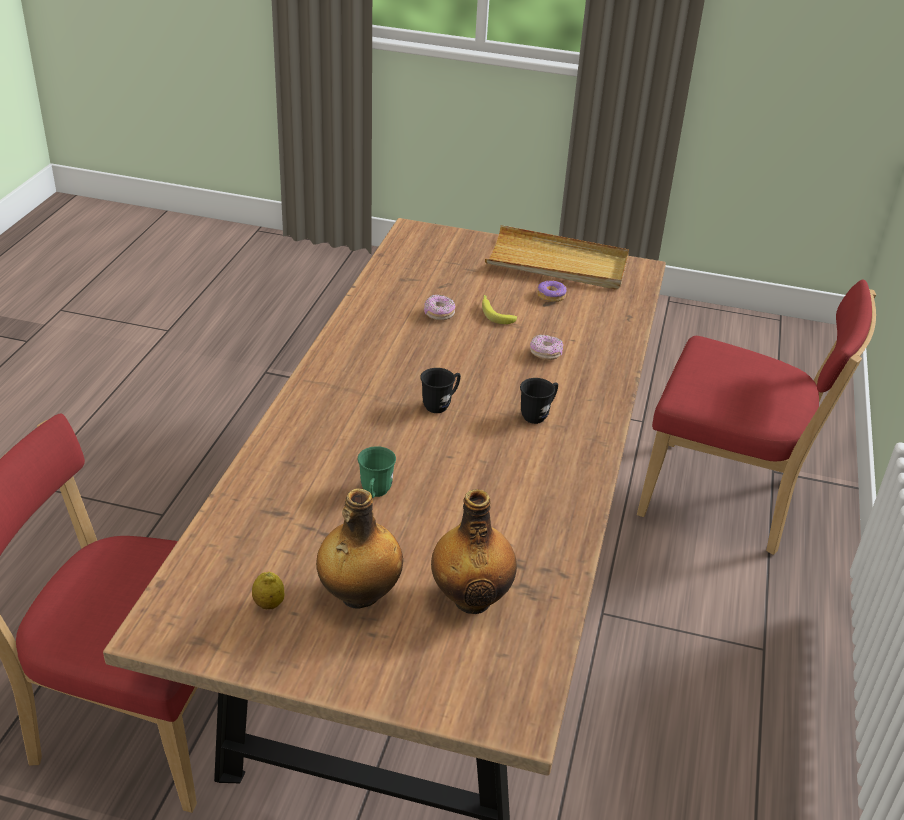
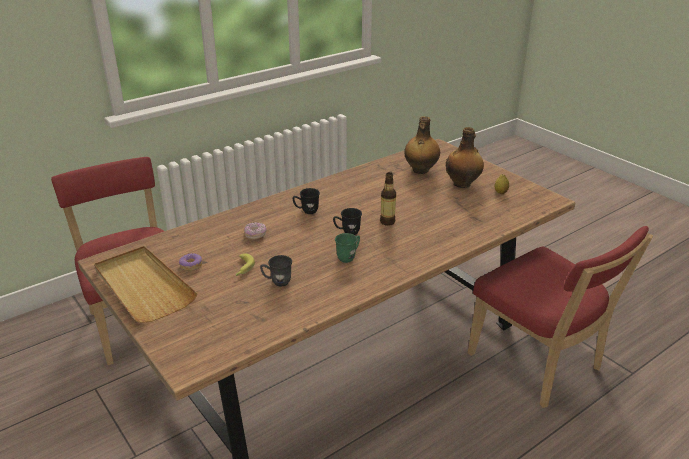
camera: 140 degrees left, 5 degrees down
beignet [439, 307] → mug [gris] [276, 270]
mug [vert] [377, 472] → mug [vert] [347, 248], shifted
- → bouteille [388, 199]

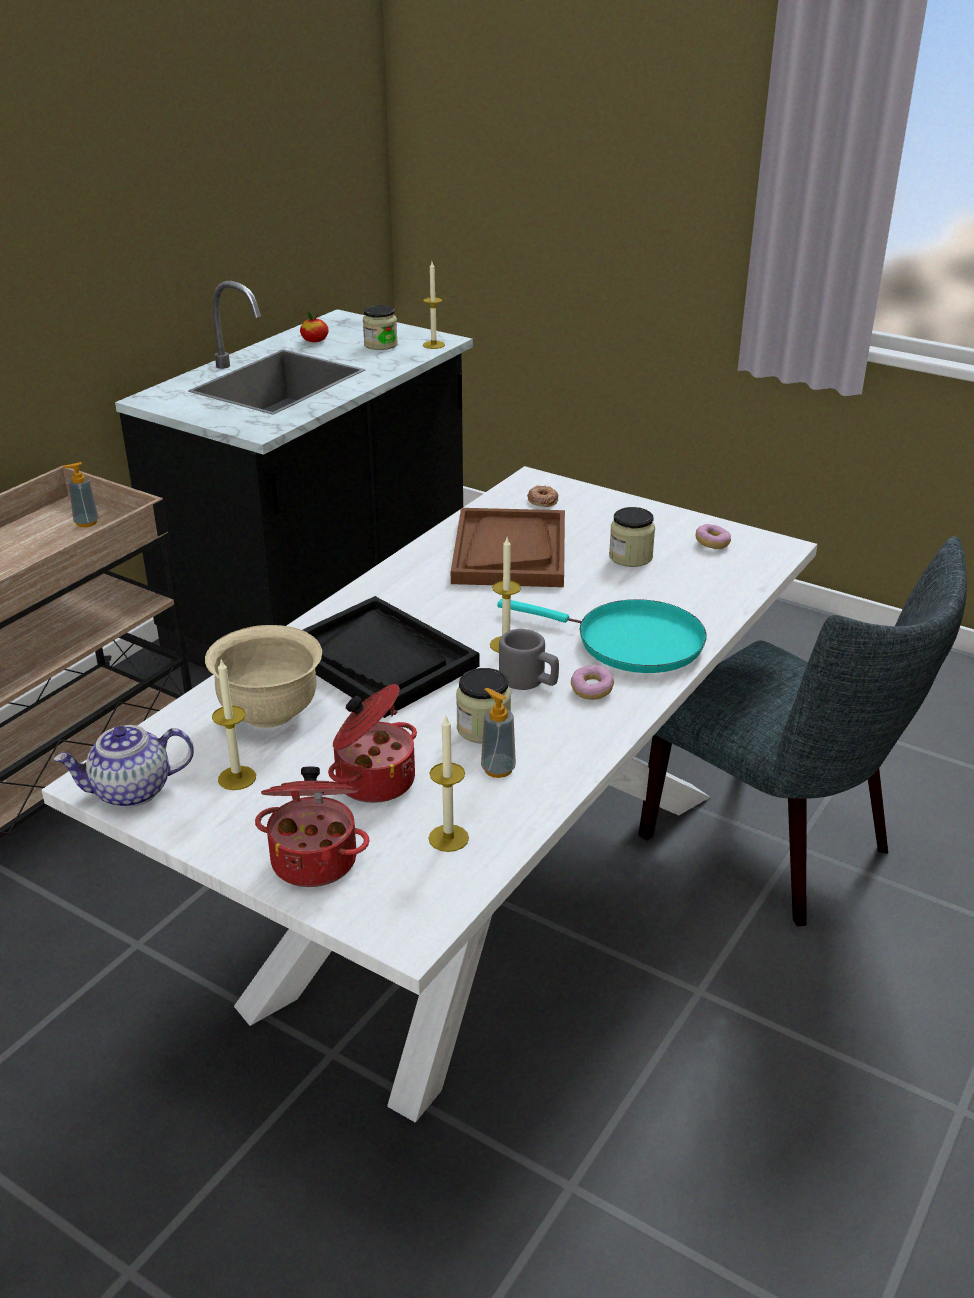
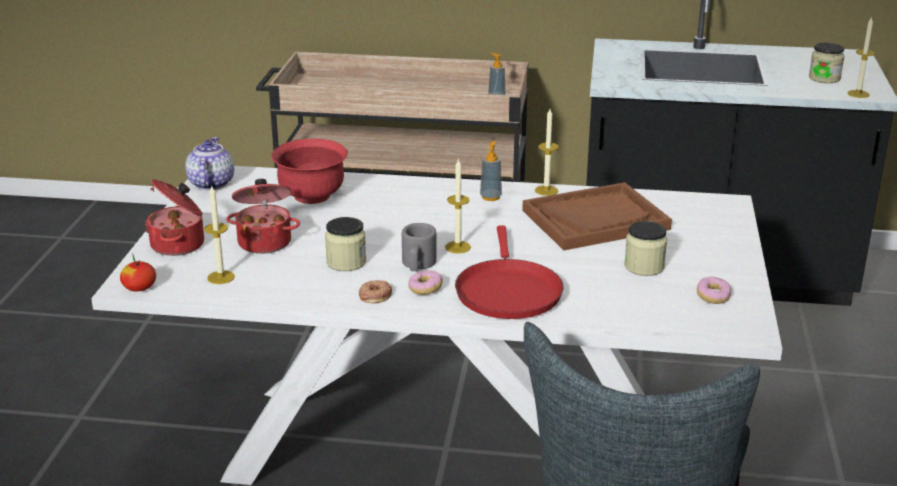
camera: 65 degrees right, 5 degrees down
pomme [314, 327] → pomme [138, 273], shifted
théière [124, 766] → théière [209, 163], 45 degrees clockwise
bol [beige] [263, 676] → bol [rouge] [309, 171]
beignet [542, 496] → beignet [375, 291], shifted
poêle [turquoise] [602, 636] → poêle [rouge] [509, 272]
distributeur de savon [498, 733] → distributeur de savon [491, 171], shifted
bougie [234, 725] → bougie [547, 152], shifted
plateau [noir] [391, 657] → -

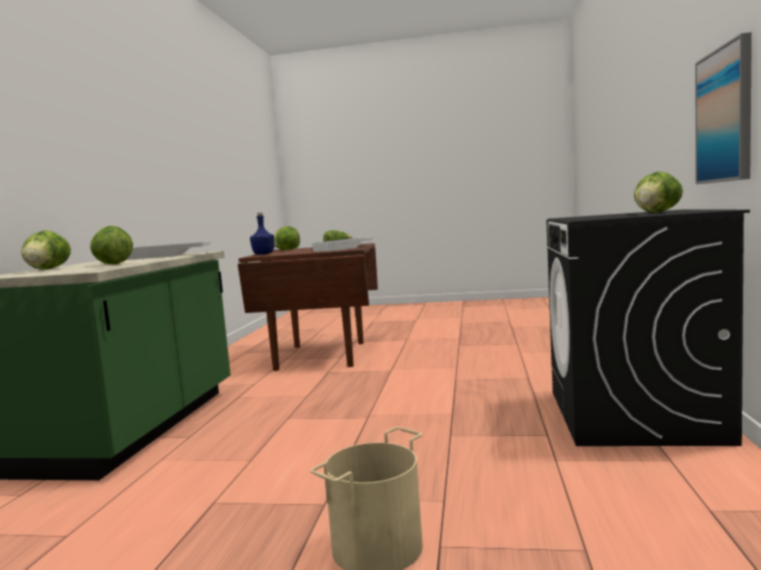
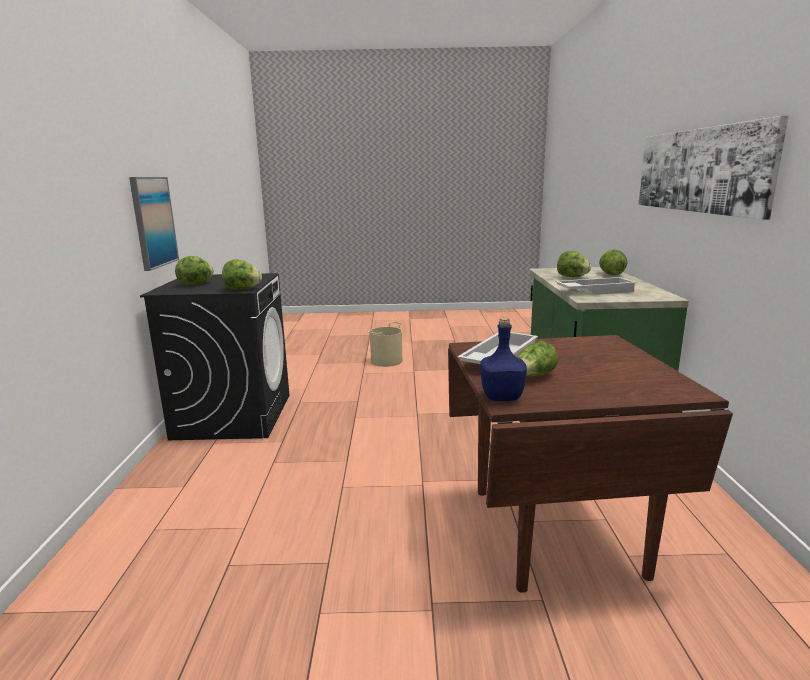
camera: 170 degrees right, 10 degrees up
laitue [287, 238] → laitue [242, 274], shifted
bouteille [bleu] [262, 234] → bouteille [bleu] [503, 359], shifted
- → tableau [713, 168]

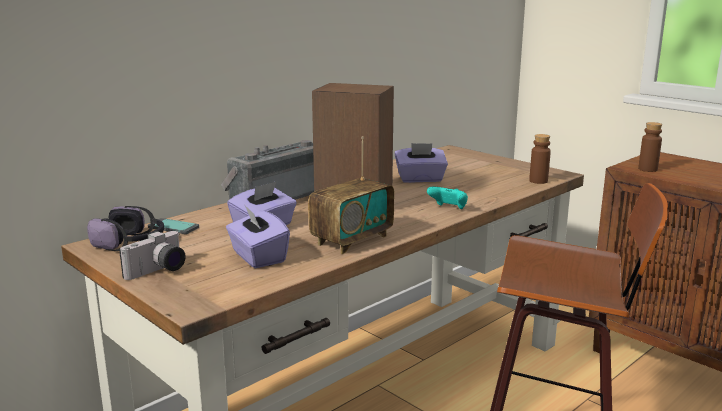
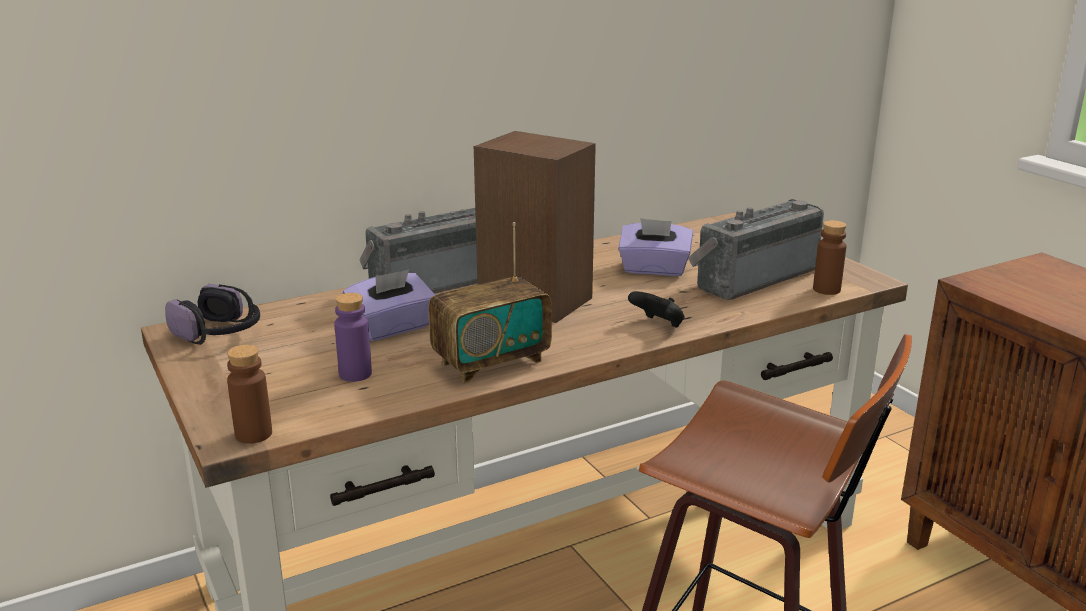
camera: 15 degrees right, 5 degrees up
bouteille [marron] [650, 147] → bouteille [marron] [249, 394], shifted
boîte à mouchoirs [violet] [258, 236] → bouteille [violet] [353, 337]
manette [turquoise] [447, 198] → manette [noir] [656, 309]
- → radio [756, 249]
appareil photo [153, 255] → -
téléphone [173, 226] → -

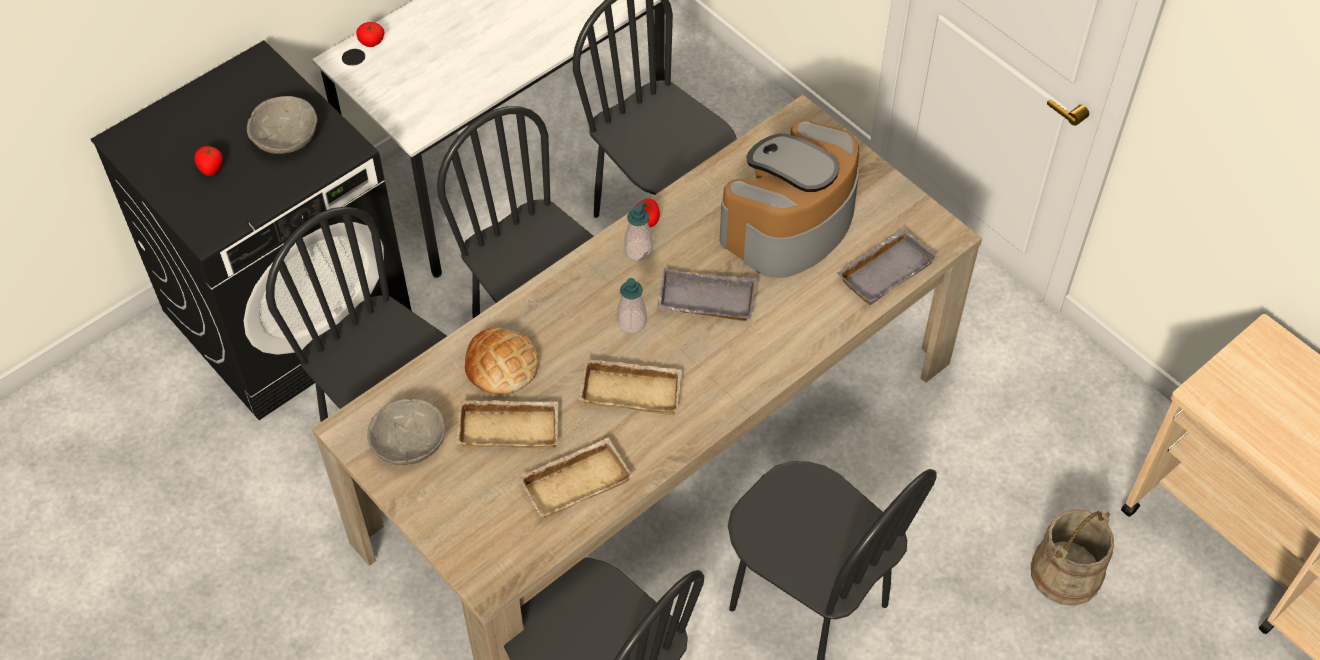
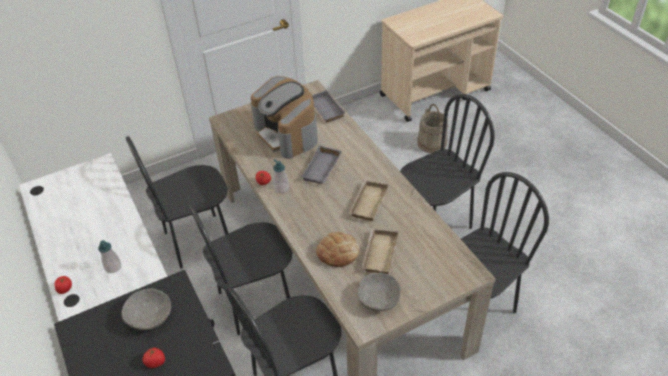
camera: 75 degrees left, 10 degrees down
distributeur de savon [632, 305] → distributeur de savon [109, 256], shifted
plateau [beige] [575, 477] → -

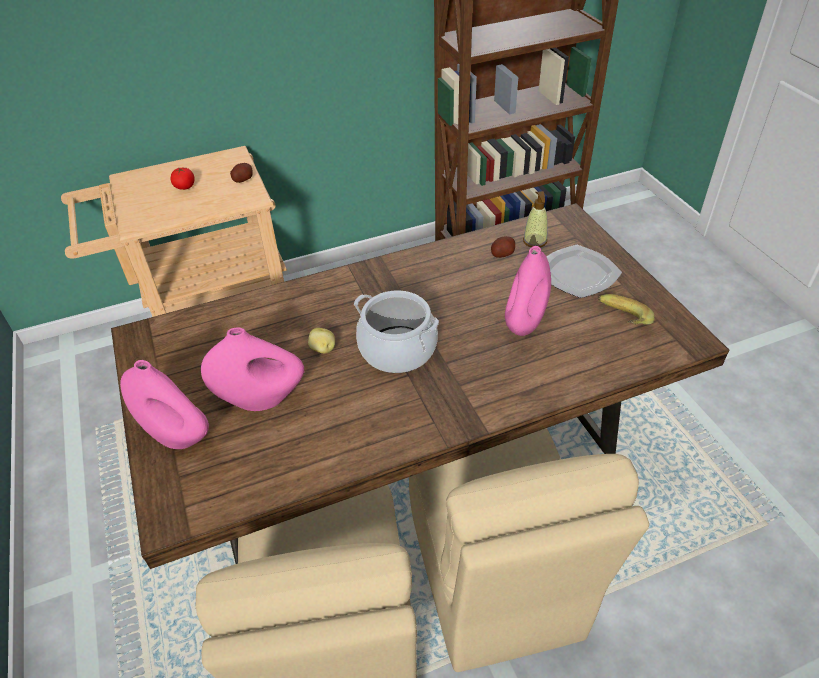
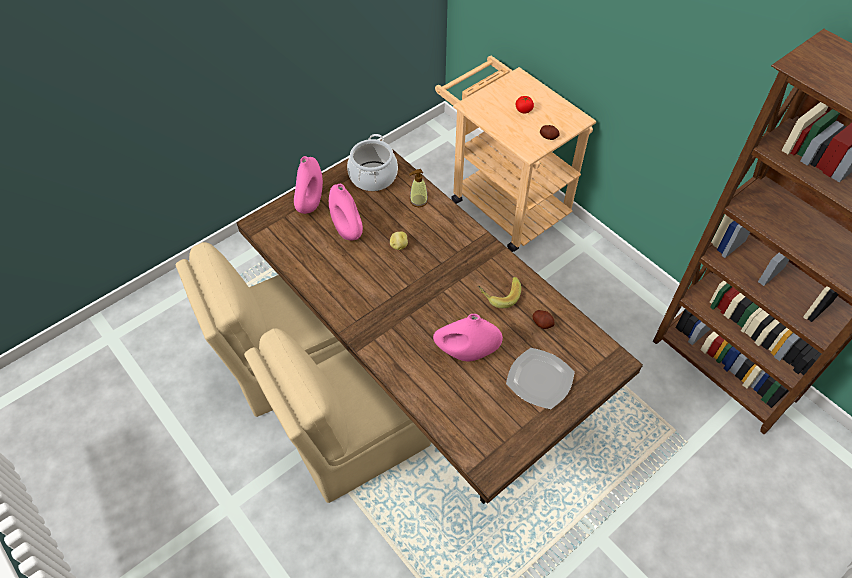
camera: 70 degrees right, 10 degrees up
marmite [396, 332] → marmite [372, 162], shifted
distributeur de savon [535, 219] → distributeur de savon [418, 188], shifted
banane [626, 309] → banane [499, 292], shifted

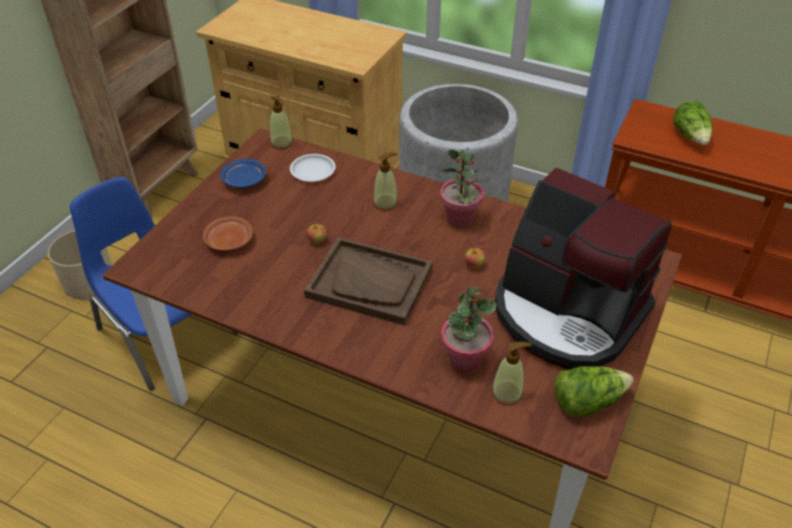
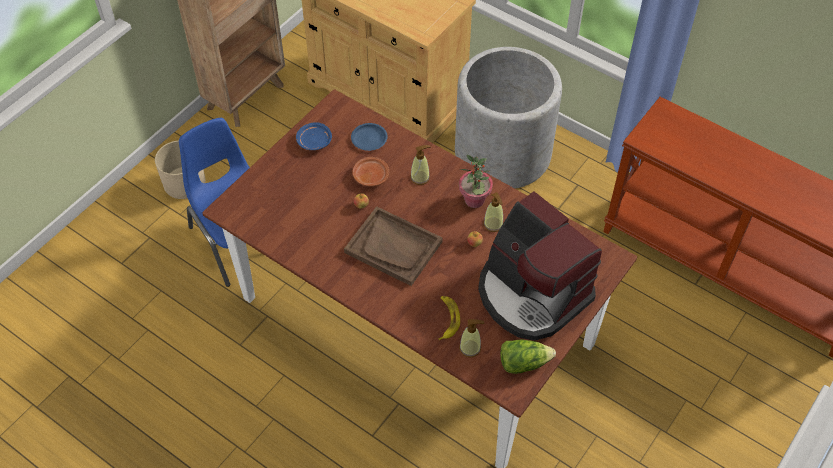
camera: 10 degrees right, 10 degrees up
assiette [blanc] [313, 168] → assiette [bleu] [369, 137]
assiette [marron] [228, 233] → assiette [marron] [370, 171], shifted
plante en pot [469, 328] → banane [449, 318]
distributeur de savon [281, 122] → distributeur de savon [493, 212], shifted
laitue [693, 123] → -

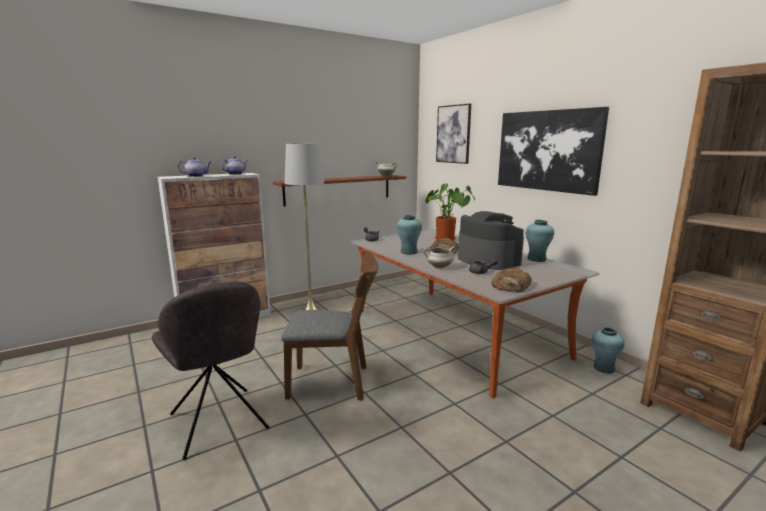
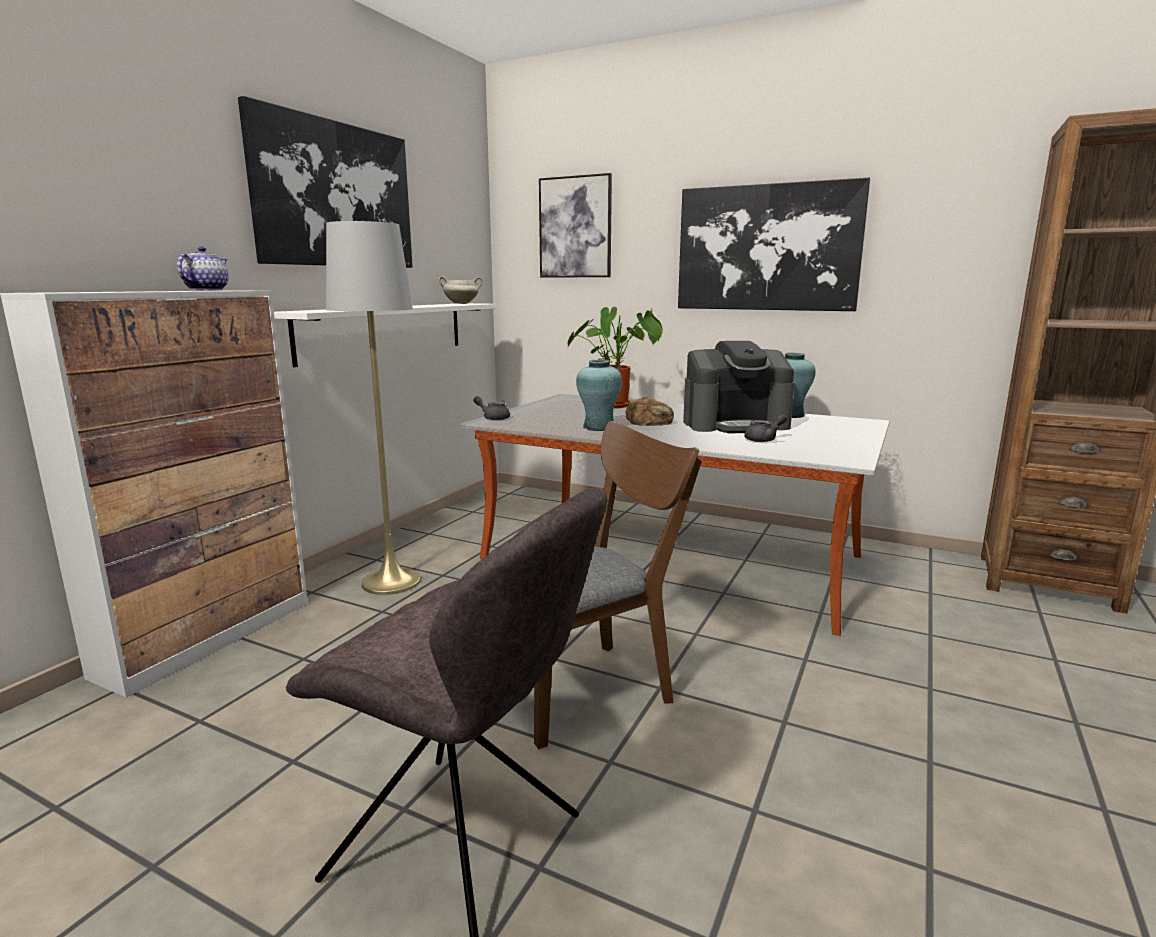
camera: 30 degrees left, 0 degrees up
- → tableau [325, 182]
étagère [marron] [339, 191] → étagère [blanc] [384, 335]
machine à café [491, 240] → machine à café [739, 387], 150 degrees clockwise
théière [194, 167] → -
marmite [blanc] [440, 257] → -
pain [511, 280] → -
vase [turquoise] [608, 350] → -

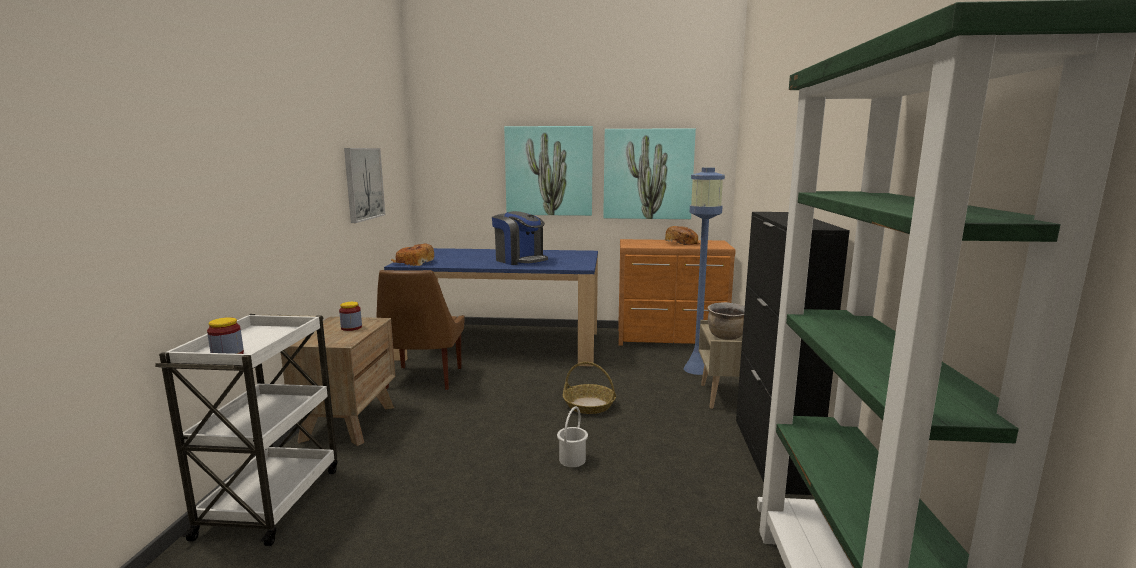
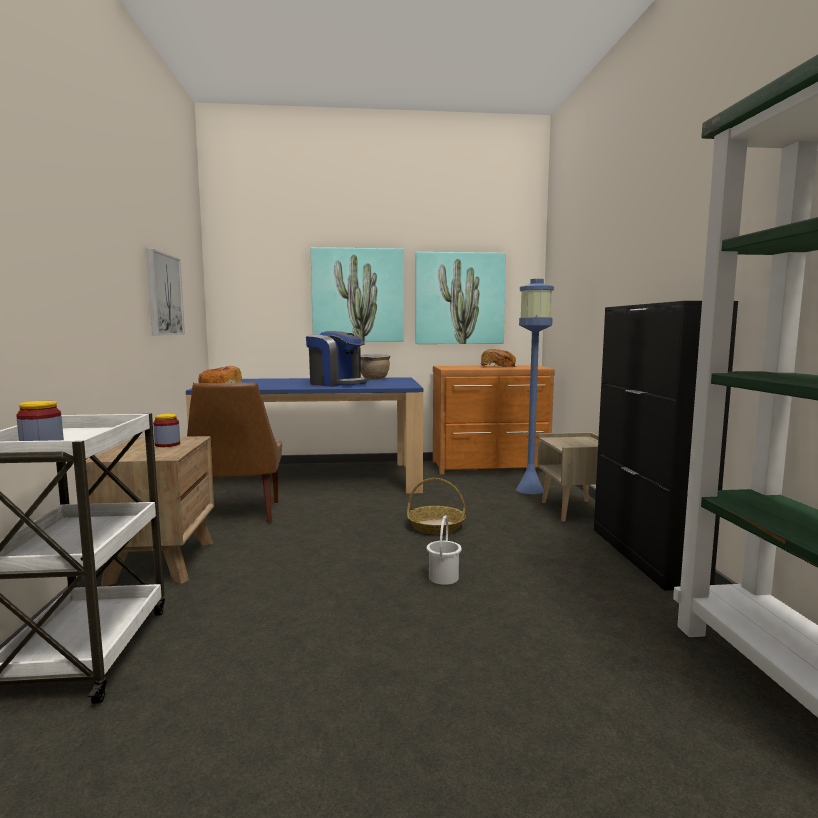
camera: 10 degrees left, 5 degrees down
marmite [marron] [726, 321] → marmite [marron] [376, 366], shifted

